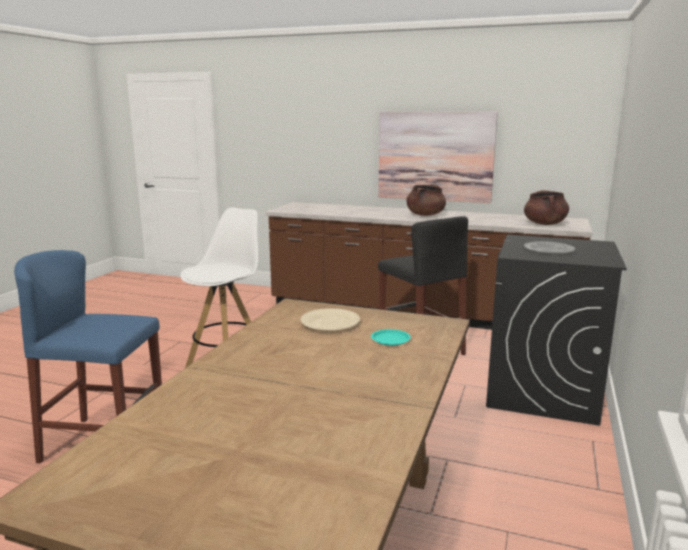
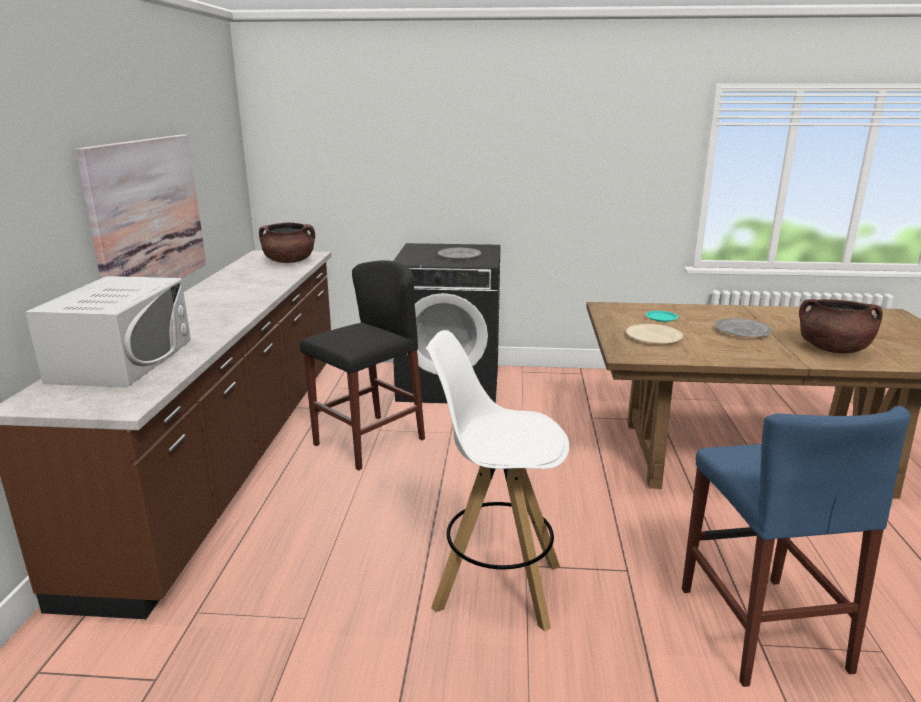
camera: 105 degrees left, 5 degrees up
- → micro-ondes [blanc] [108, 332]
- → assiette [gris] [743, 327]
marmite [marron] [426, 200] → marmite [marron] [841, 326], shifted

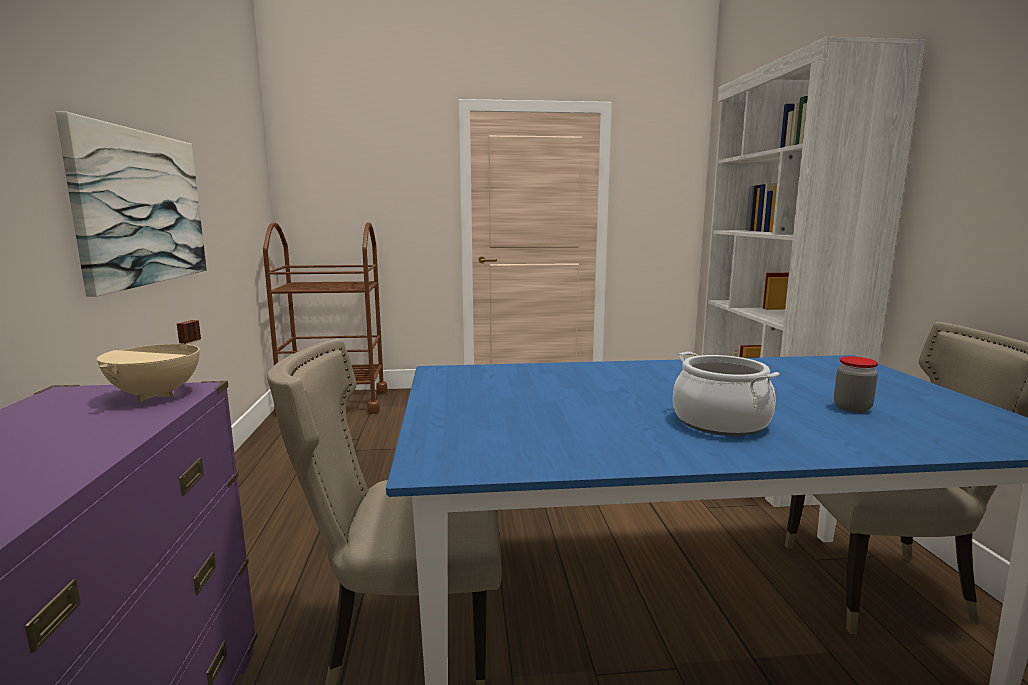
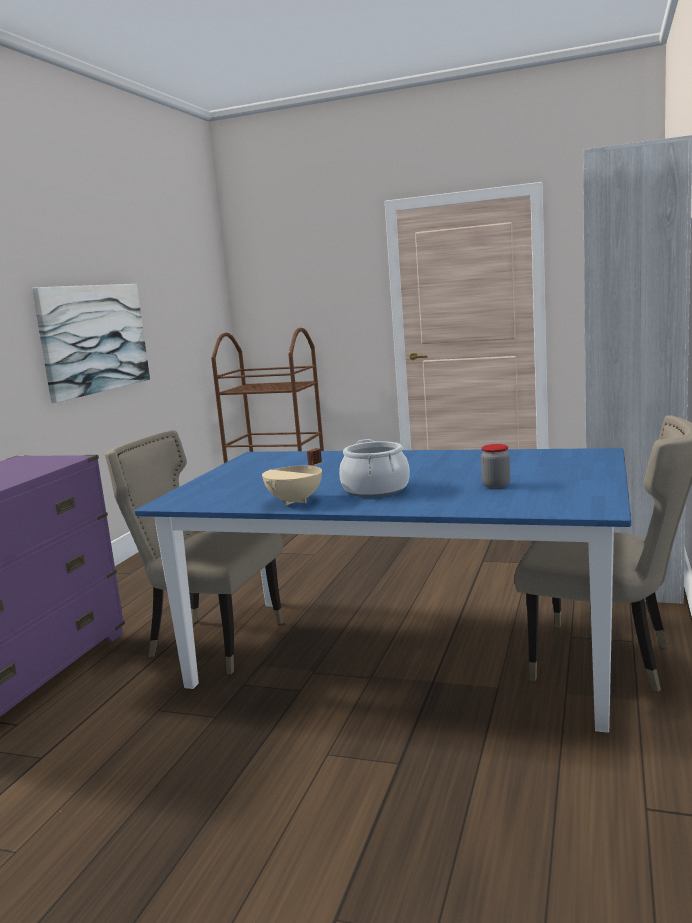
camera: 25 degrees right, 0 degrees up
marmite [beige] [149, 361] → marmite [beige] [292, 476], shifted

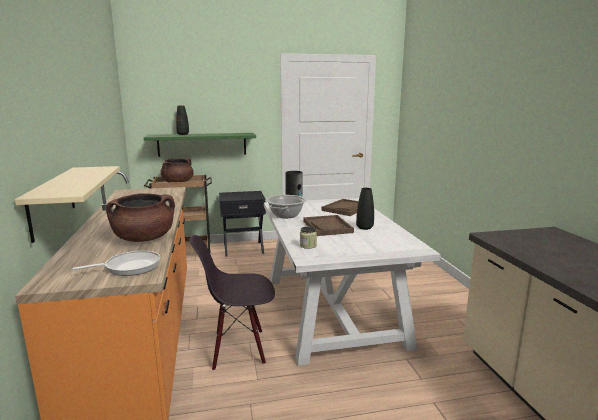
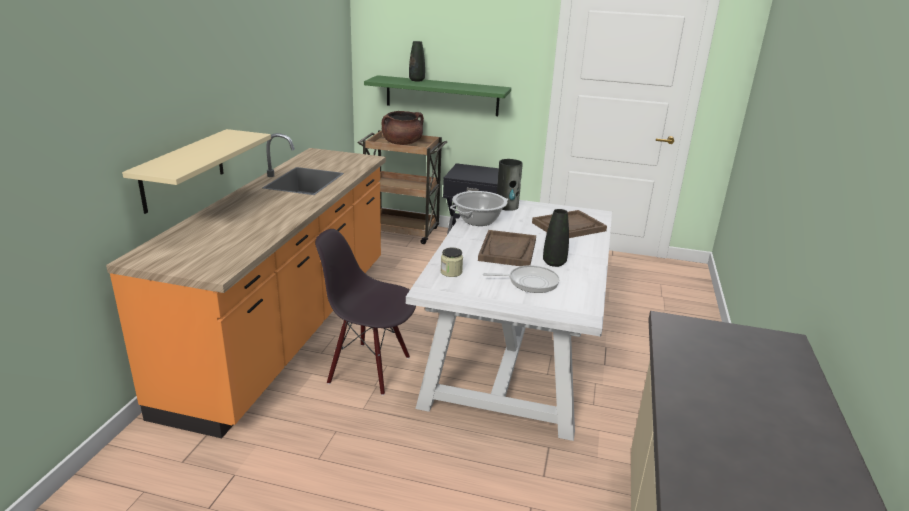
camera: 25 degrees right, 10 degrees up
poêle [116, 263] → poêle [521, 279], shifted
marmite [marron] [140, 217] → -

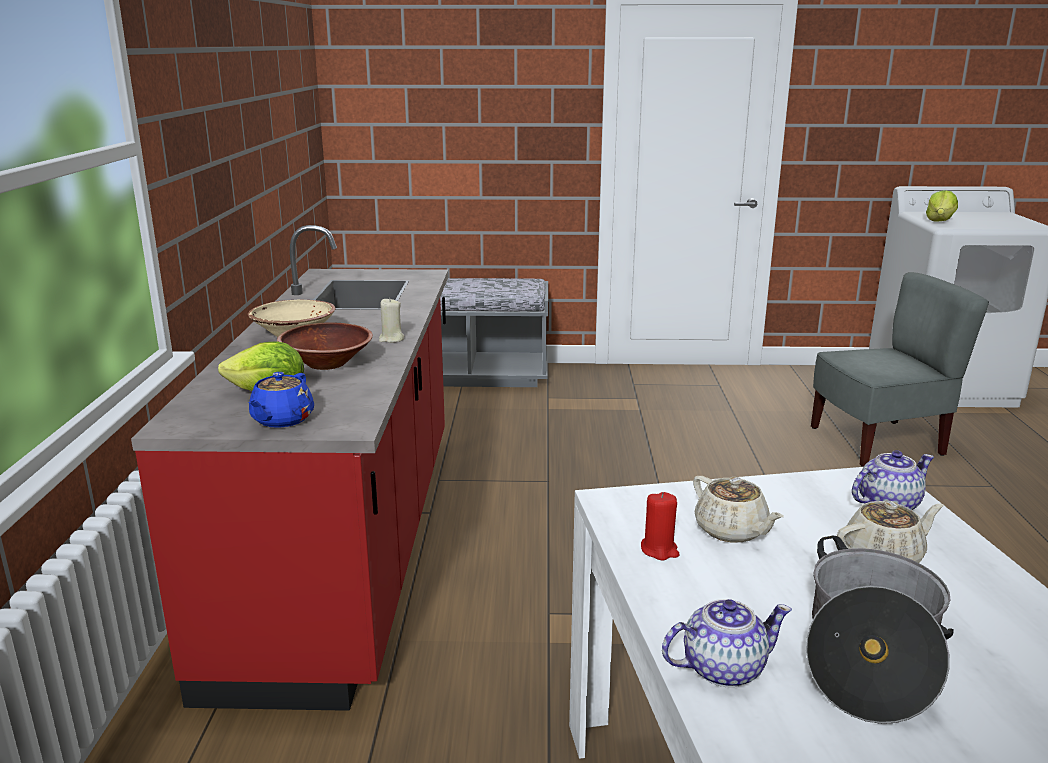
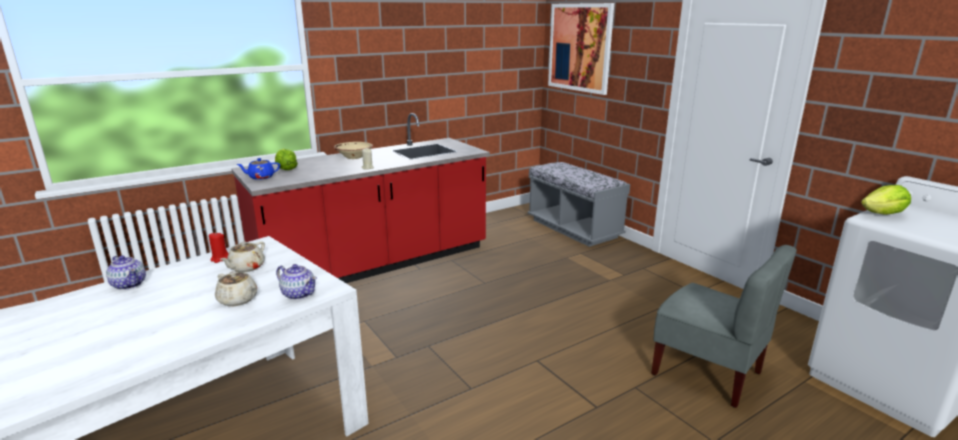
camera: 55 degrees right, 0 degrees up
- → tableau [581, 49]
bol [marron] [325, 346] → -
marmite [880, 630] → -

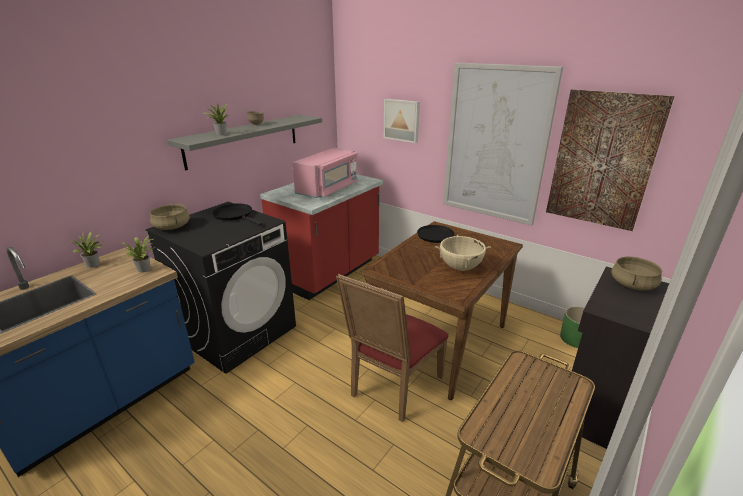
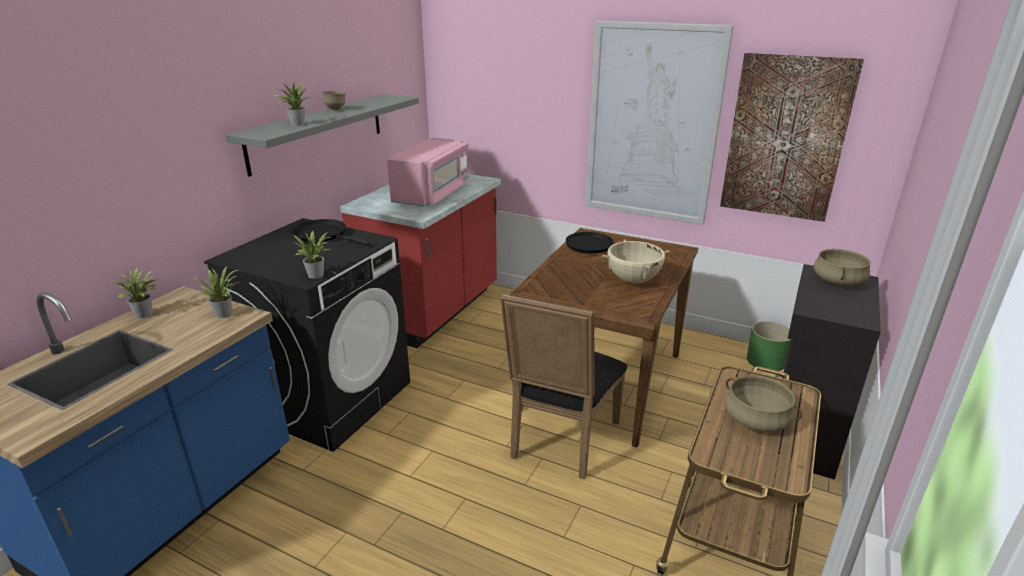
camera: 10 degrees left, 0 degrees up
- → plante en pot [312, 254]
chaise [rouge] [392, 348] → chaise [noir] [563, 386]
marmite [beige] [170, 217] → marmite [beige] [763, 403], shifted
tableau [402, 121] → -

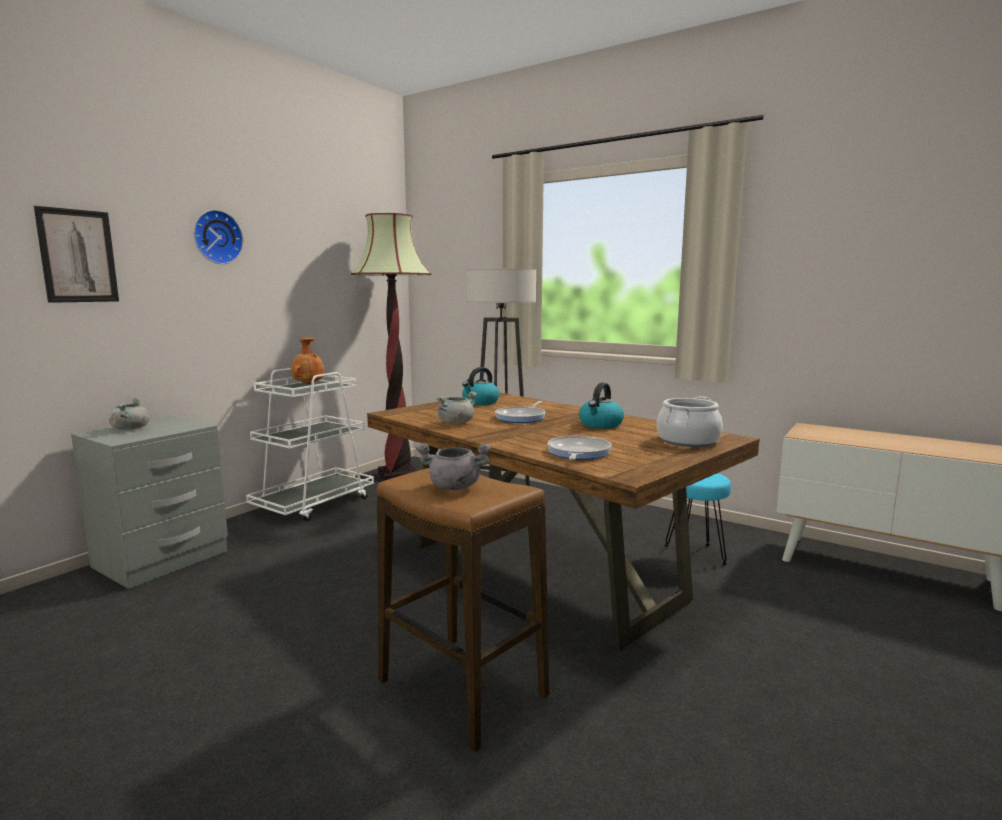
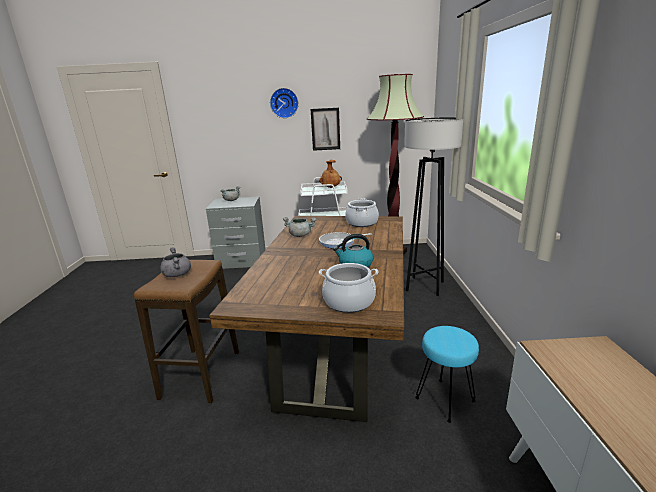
camera: 55 degrees right, 10 degrees up
tableau [76, 254] → tableau [325, 129], shifted
bouilloire [480, 386] → marmite [362, 212]
poêle [579, 448] → -

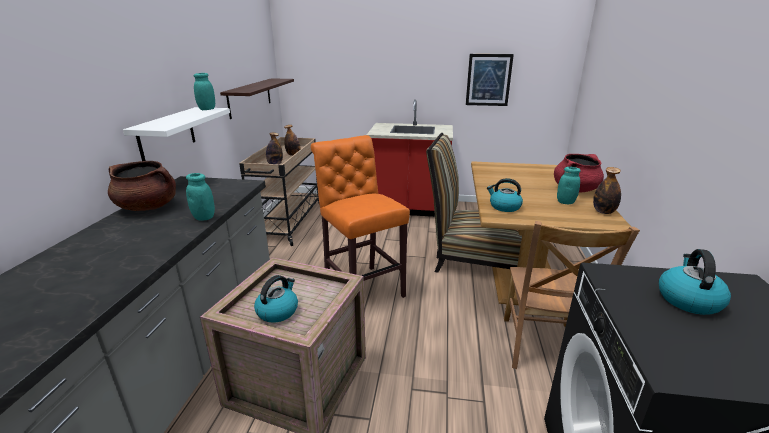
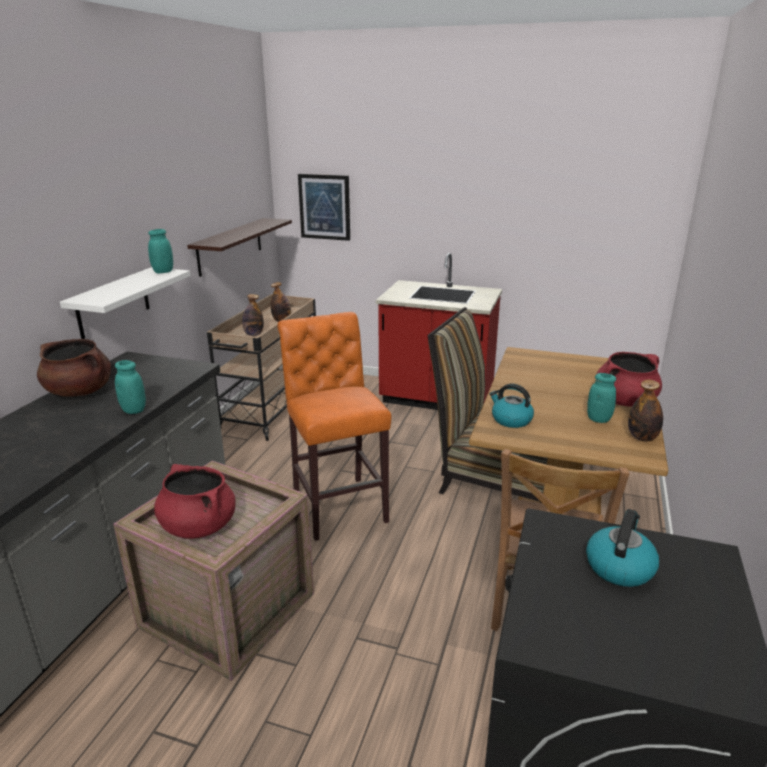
camera: 10 degrees right, 0 degrees up
bouilloire [276, 299] → marmite [rouge] [195, 501]
tableau [490, 80] → tableau [324, 207], shifted

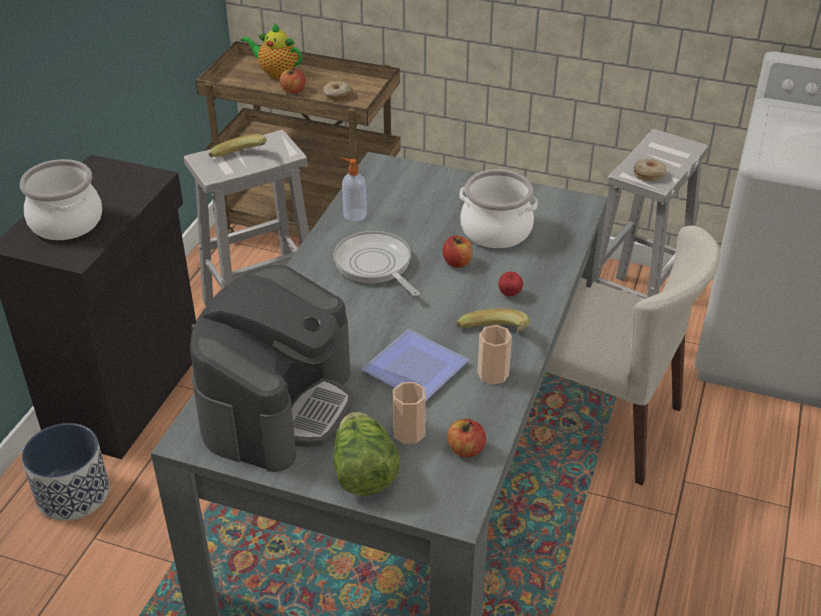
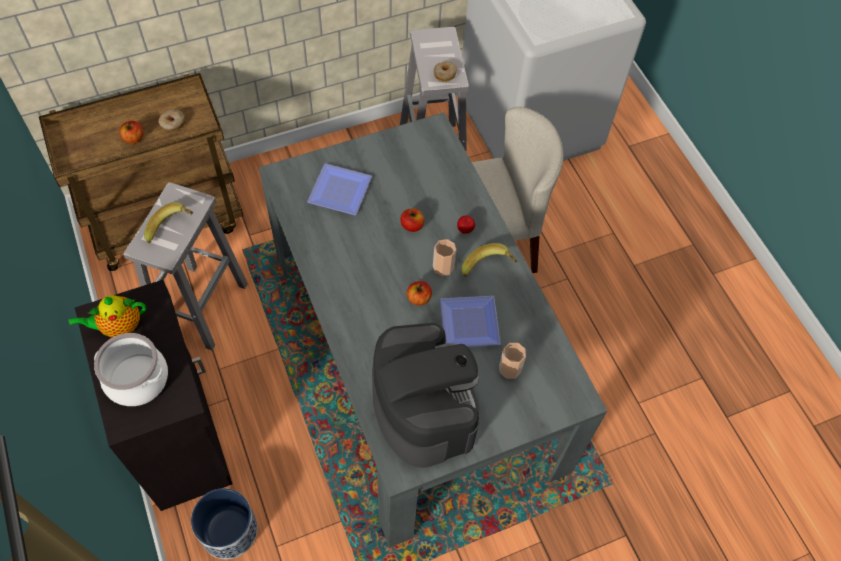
camera: 45 degrees left, 20 degrees up
théière [271, 51] → théière [107, 316], shifted
- → assiette [339, 189]
pomme [466, 438] → pomme [419, 293], shifted
tasse [494, 355] → tasse [444, 257], shifted
poêle [376, 263] → -
laitue [366, 454] → -
distributeur de savon [353, 190] → -
marmite [498, 208] → -

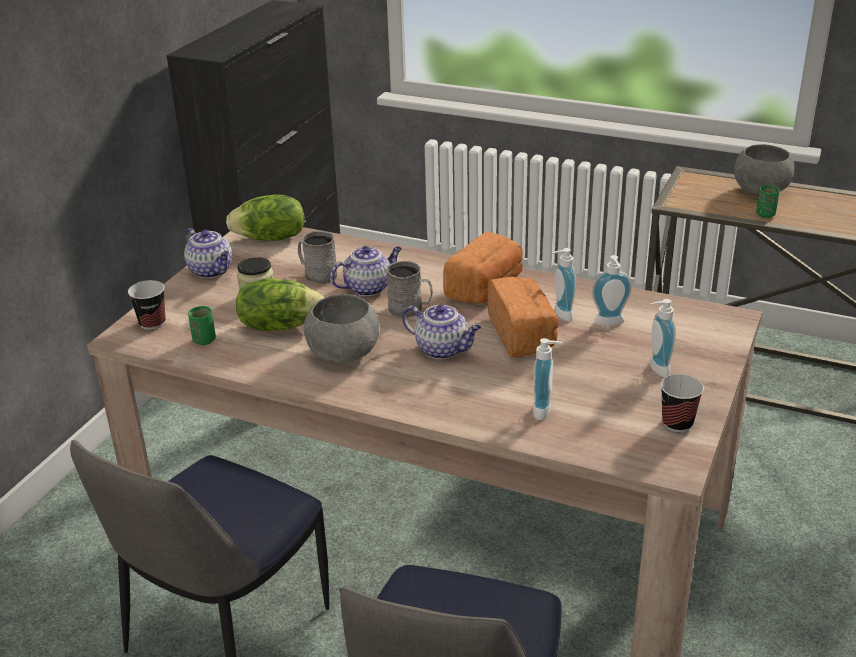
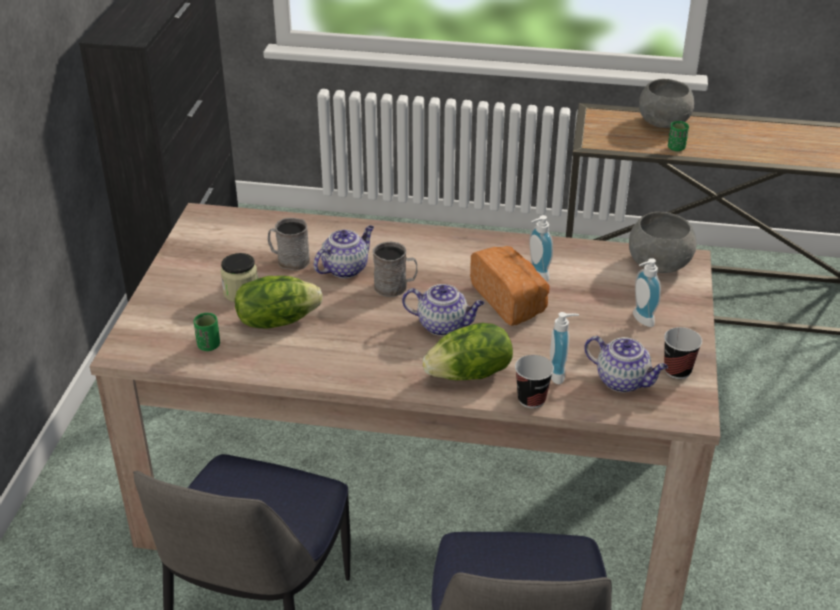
camera: 15 degrees left, 5 degrees up
laitue [265, 217] → laitue [467, 351], shifted
tasse [146, 305] → tasse [534, 381], shifted
théière [208, 253] → théière [626, 364], shifted
bol [gris] [341, 328] → bol [gris] [662, 242], shifted
pain [483, 268] → -
distributeur de savon [612, 290] → -

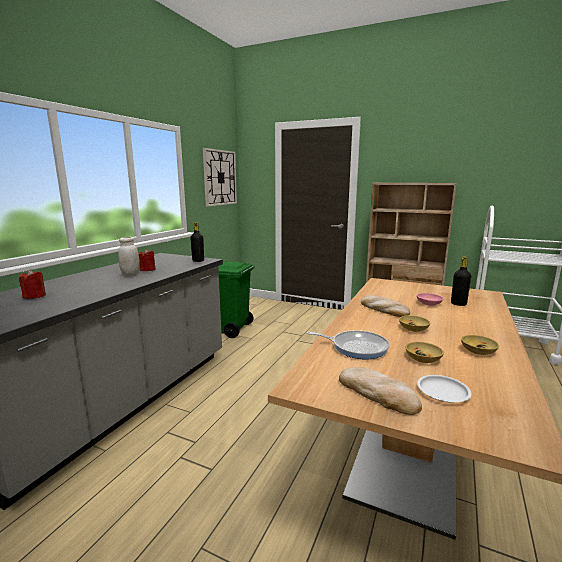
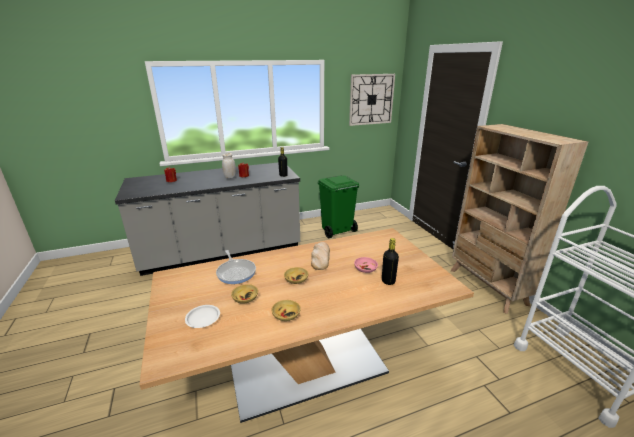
camera: 45 degrees right, 10 degrees up
pain [380, 391] → -

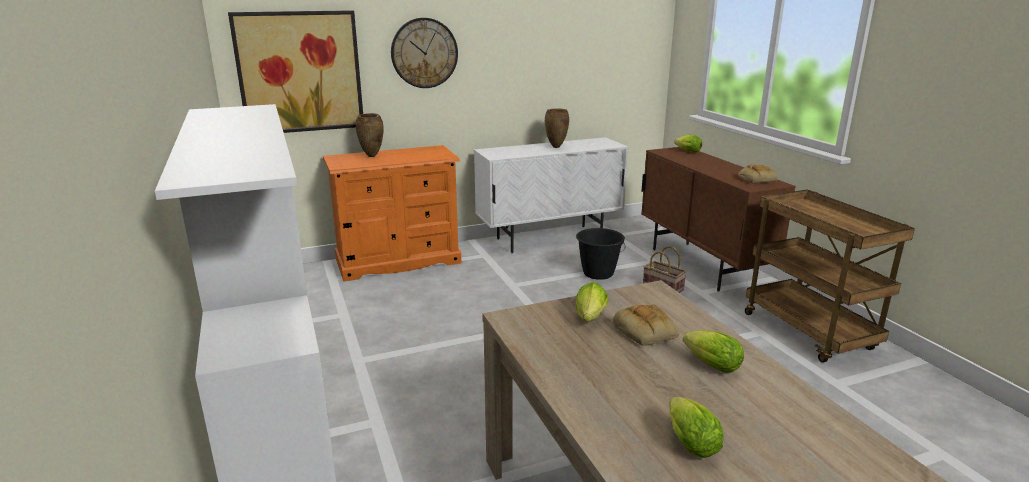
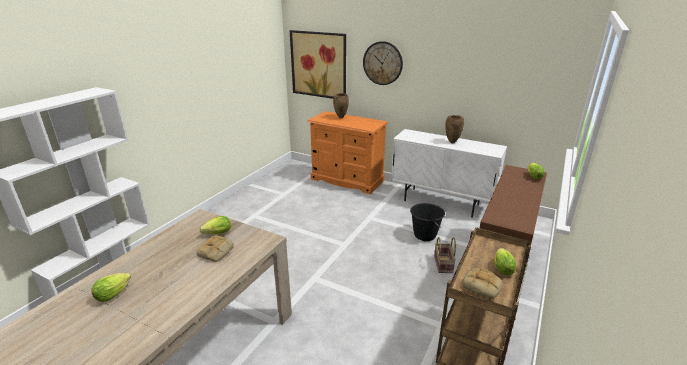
camera: 50 degrees right, 5 degrees up
pain [757, 173] → pain [482, 283], shifted
laitue [713, 351] → laitue [505, 261], shifted

